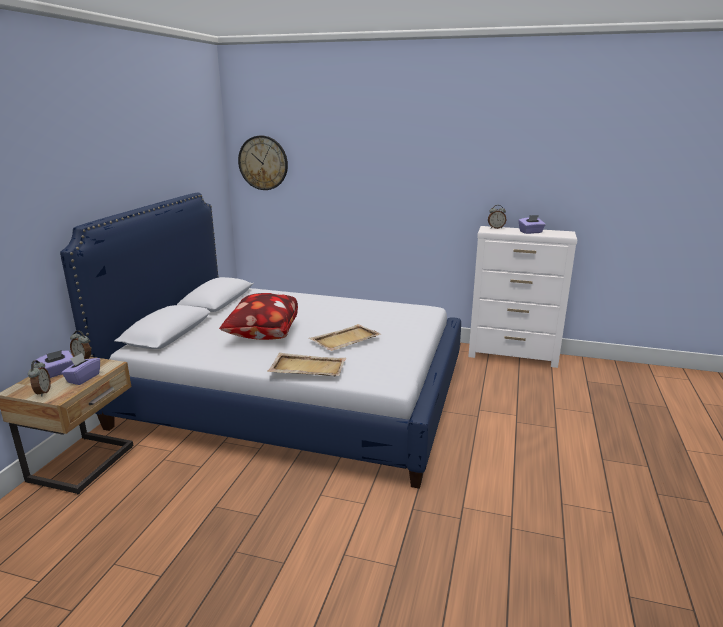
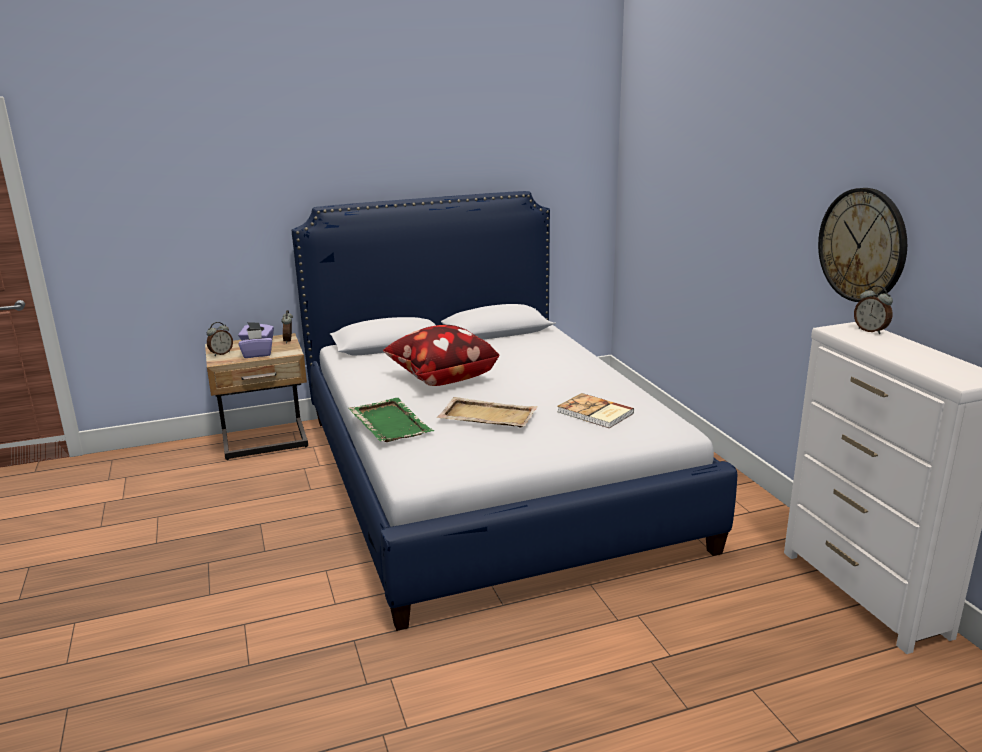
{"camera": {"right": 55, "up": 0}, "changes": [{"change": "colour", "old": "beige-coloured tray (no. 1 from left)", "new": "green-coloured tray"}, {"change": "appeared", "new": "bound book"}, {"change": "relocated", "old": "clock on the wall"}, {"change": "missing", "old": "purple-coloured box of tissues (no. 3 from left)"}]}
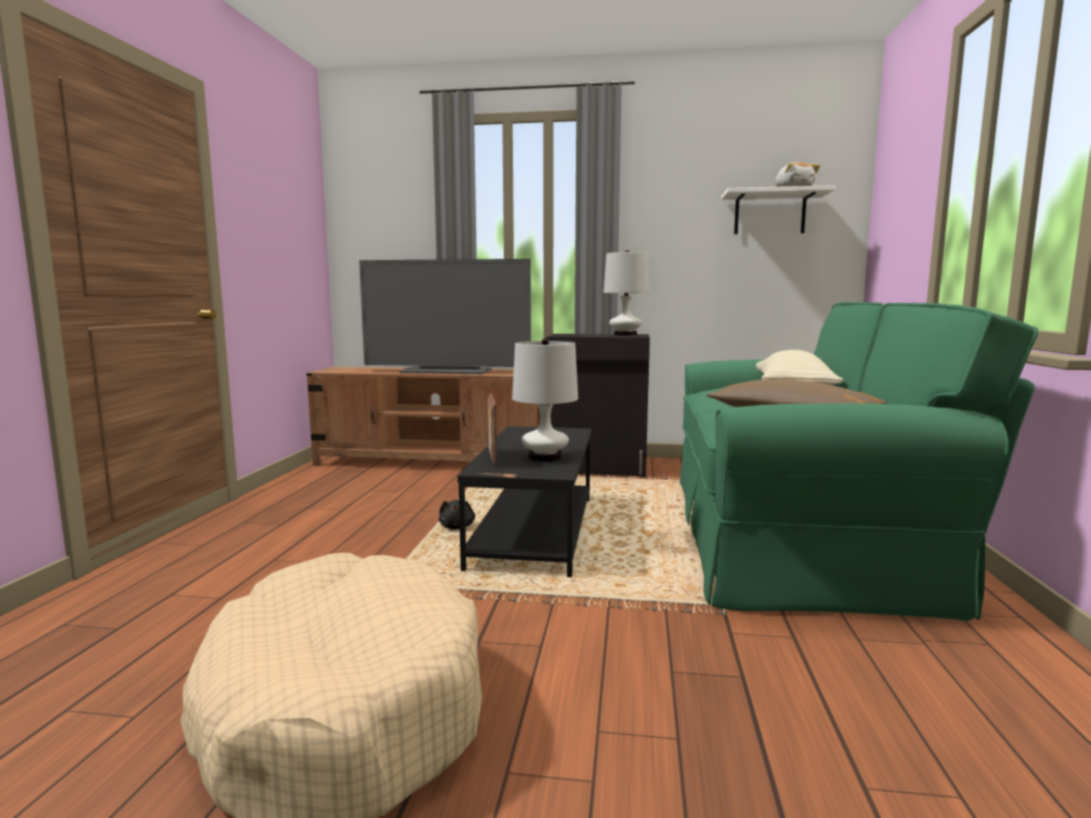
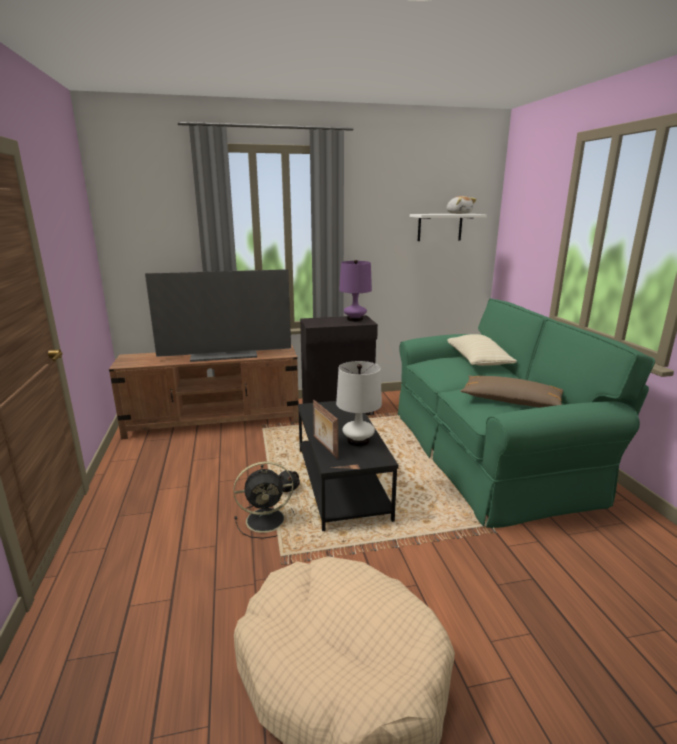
{"camera": {"right": -20, "up": 10}, "changes": [{"change": "appeared", "new": "black-coloured fan"}, {"change": "colour", "old": "white-coloured tabletop lamp (no. 2 from left)", "new": "purple-coloured tabletop lamp"}]}
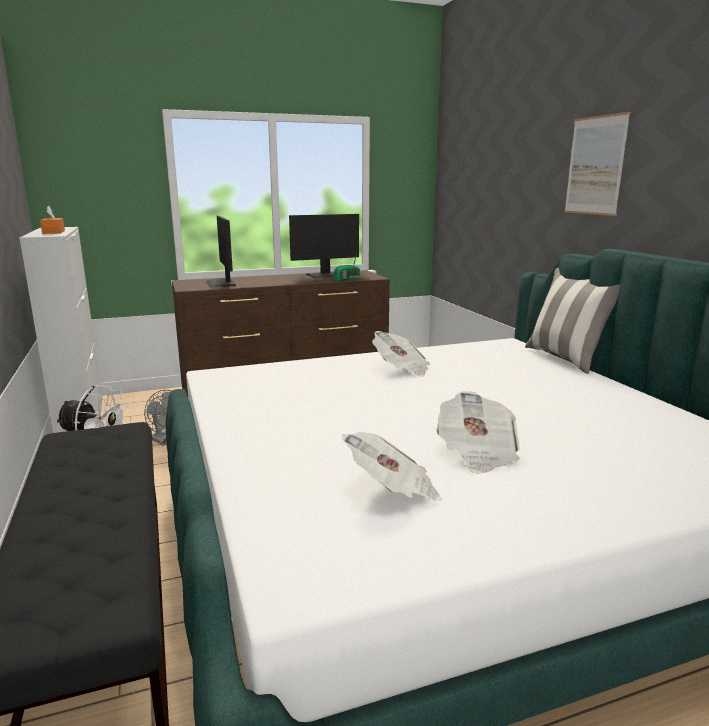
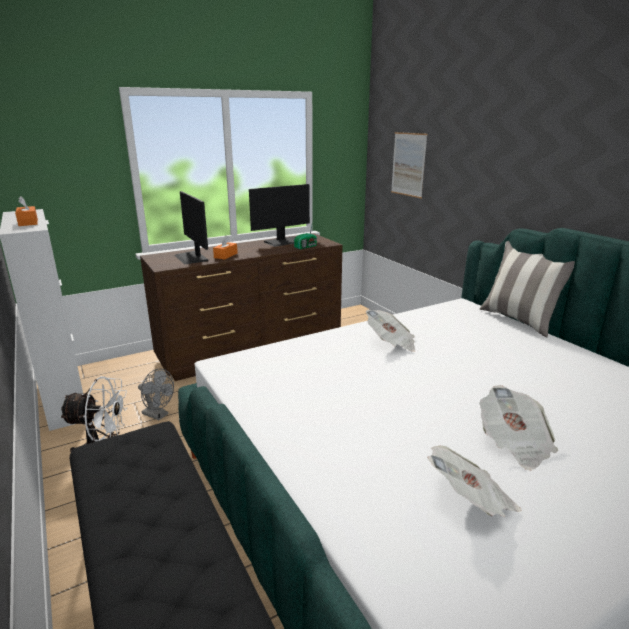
{"camera": {"right": -10, "up": 5}, "changes": [{"change": "appeared", "new": "orangey box of tissues (no. 2 from left)"}, {"change": "relocated", "old": "wall art"}]}
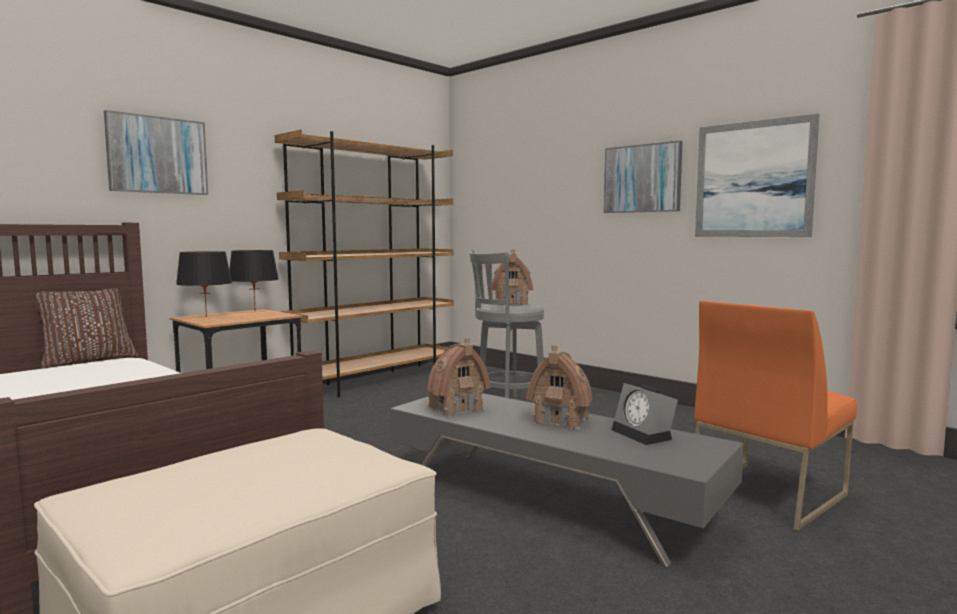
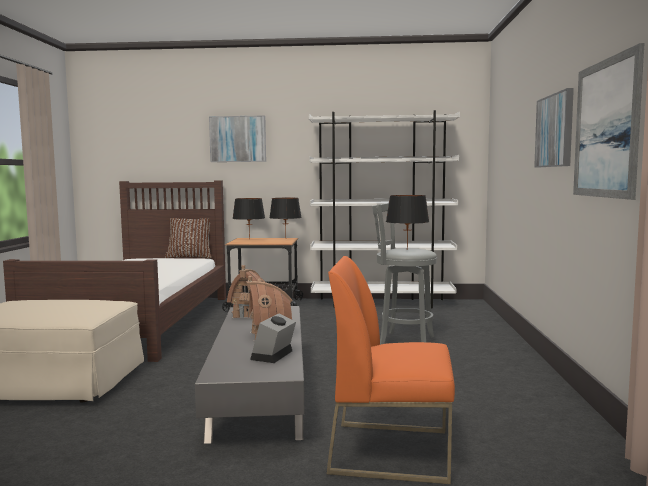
{"camera": {"right": 50, "up": 0}, "changes": [{"change": "colour", "old": "brown bookshelf", "new": "white-coloured bookshelf"}, {"change": "exchanged", "old": "toy house (no. 2 from left)", "new": "black-coloured tabletop lamp (no. 3 from left)"}]}
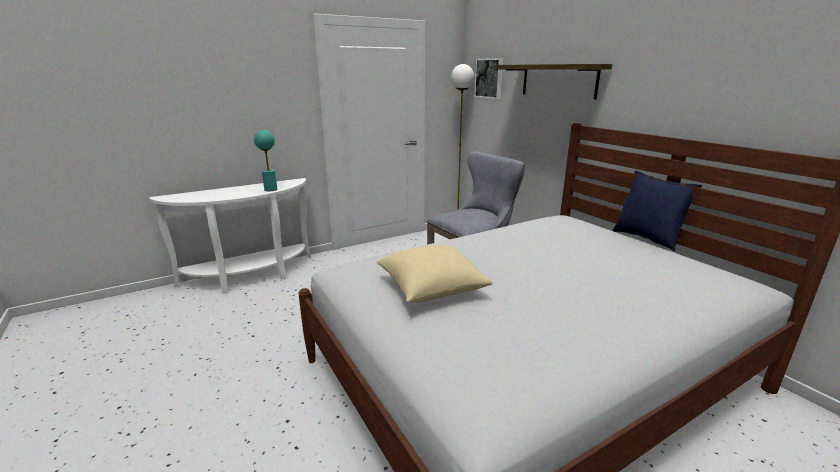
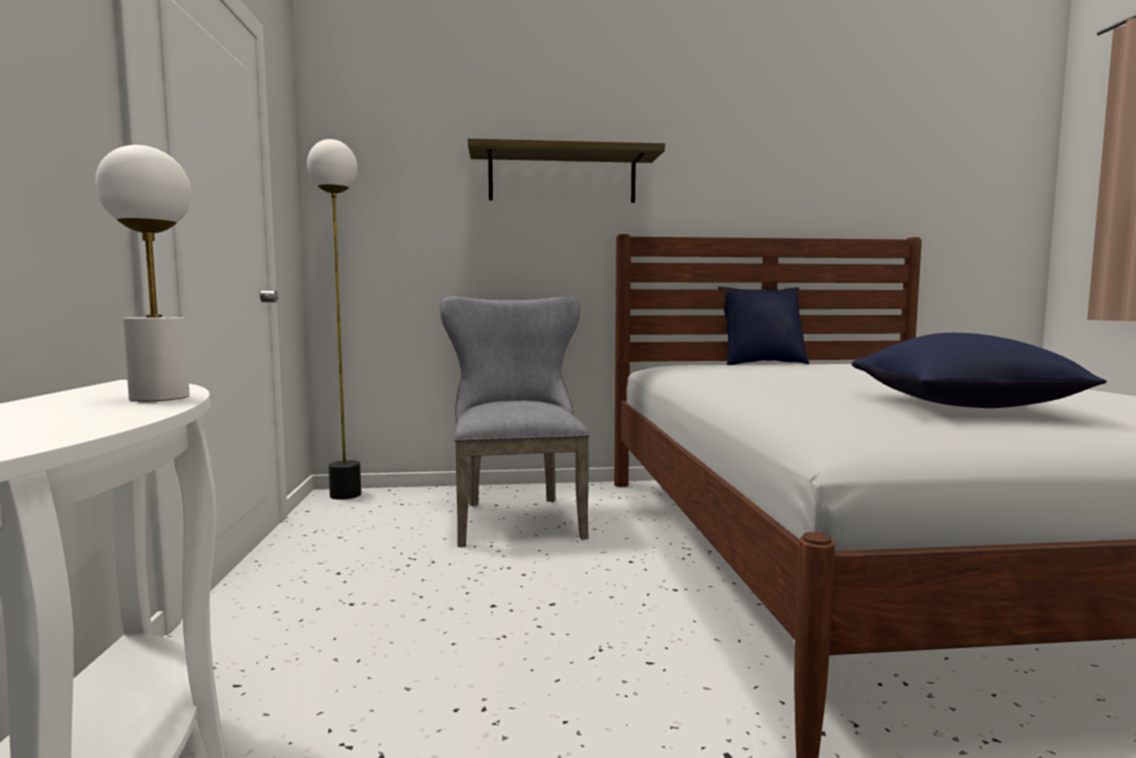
{"camera": {"right": -65, "up": -15}, "changes": [{"change": "colour", "old": "blue-green tabletop lamp", "new": "white-coloured tabletop lamp"}, {"change": "colour", "old": "beige-coloured cushion", "new": "bluish cushion (no. 2 from left)"}, {"change": "missing", "old": "wall art"}]}
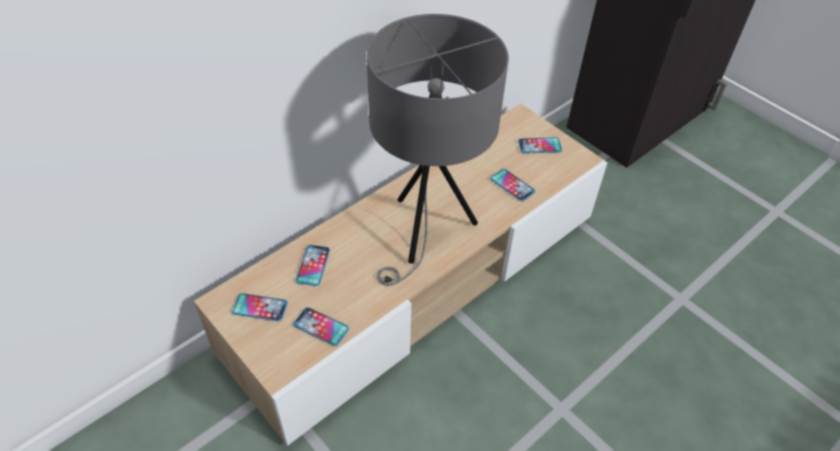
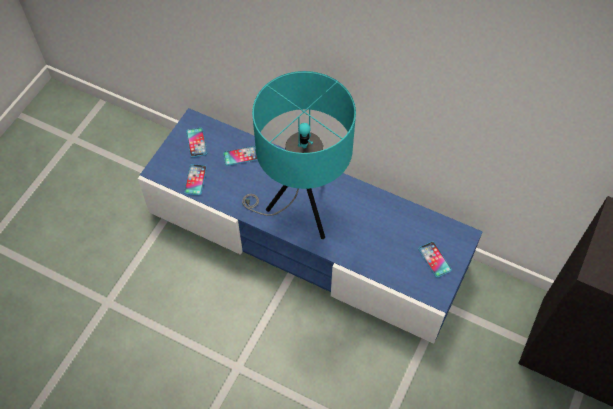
{"camera": {"right": 70, "up": 10}, "changes": [{"change": "colour", "old": "beige-coloured tv unit", "new": "bluish tv unit"}, {"change": "colour", "old": "grey tabletop lamp", "new": "blue-green tabletop lamp"}, {"change": "missing", "old": "handset (no. 4 from left)"}]}
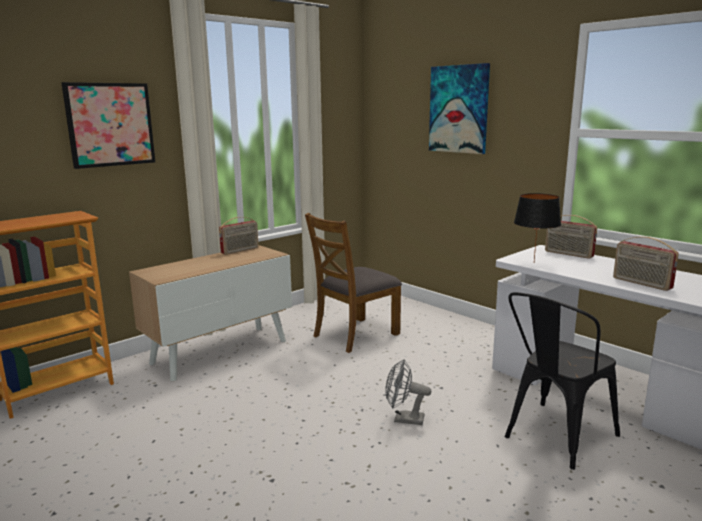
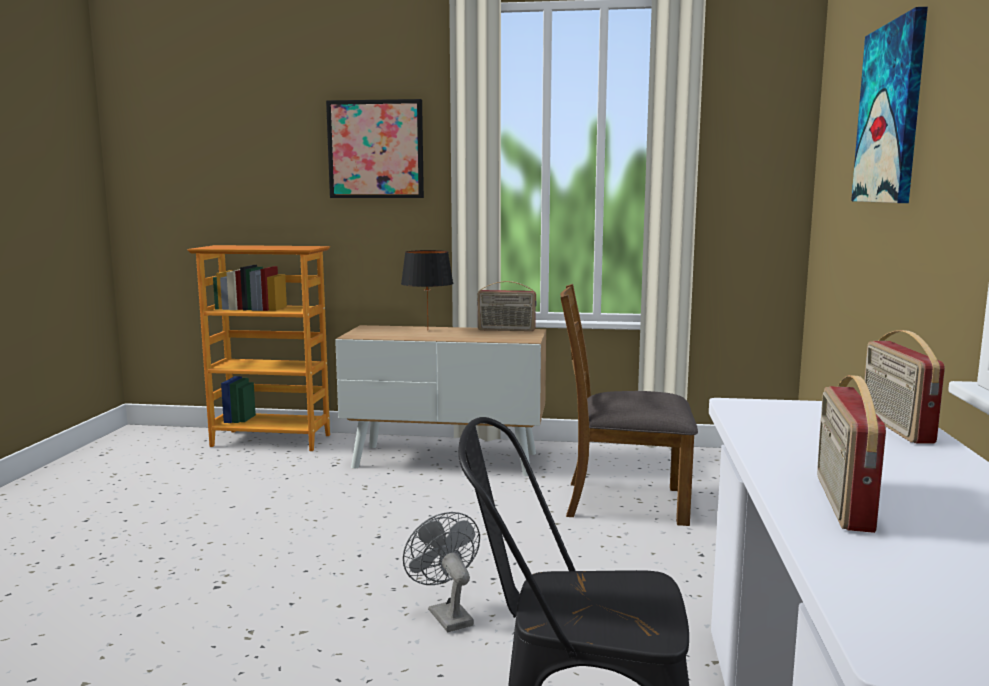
{"camera": {"right": 50, "up": -5}, "changes": [{"change": "relocated", "old": "black-coloured tabletop lamp"}]}
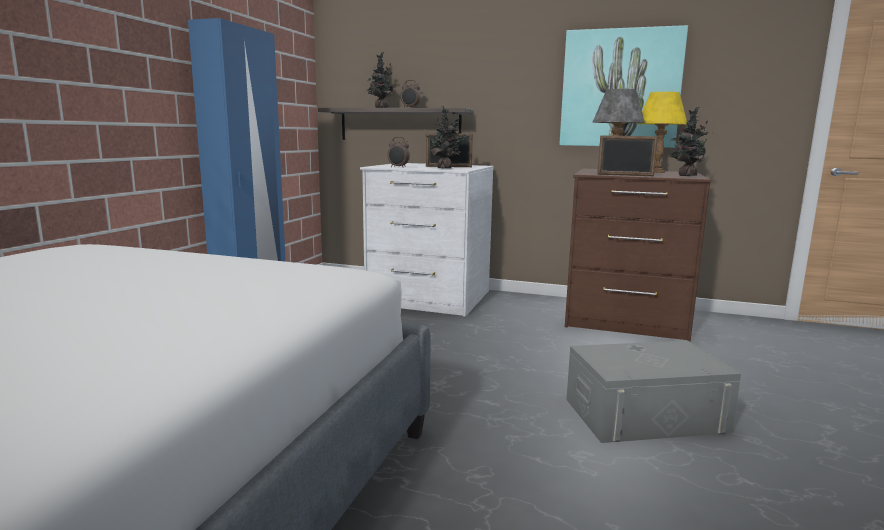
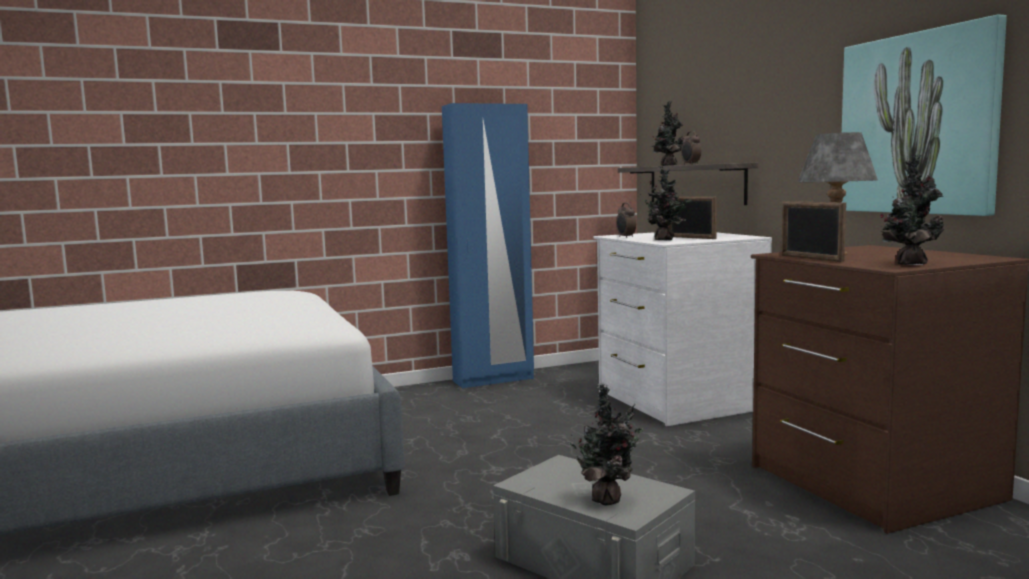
{"camera": {"right": 50, "up": -5}, "changes": [{"change": "appeared", "new": "houseplant (no. 1 from left)"}, {"change": "missing", "old": "yellowish tabletop lamp"}]}
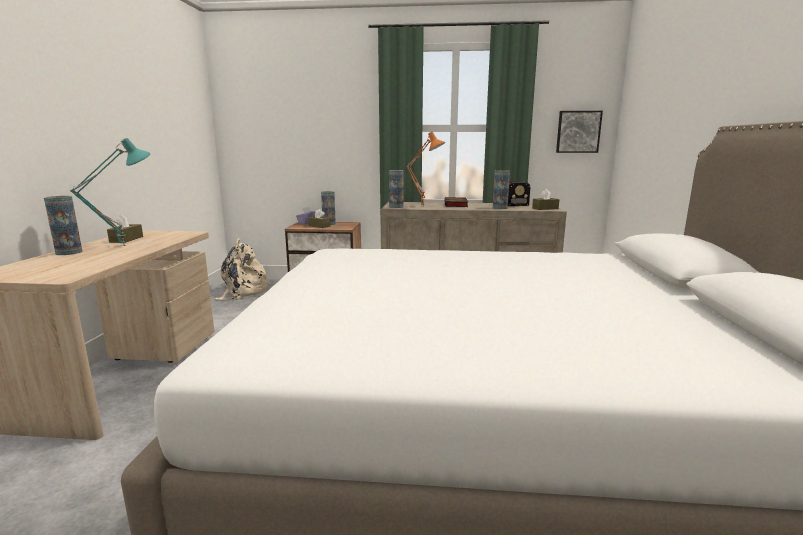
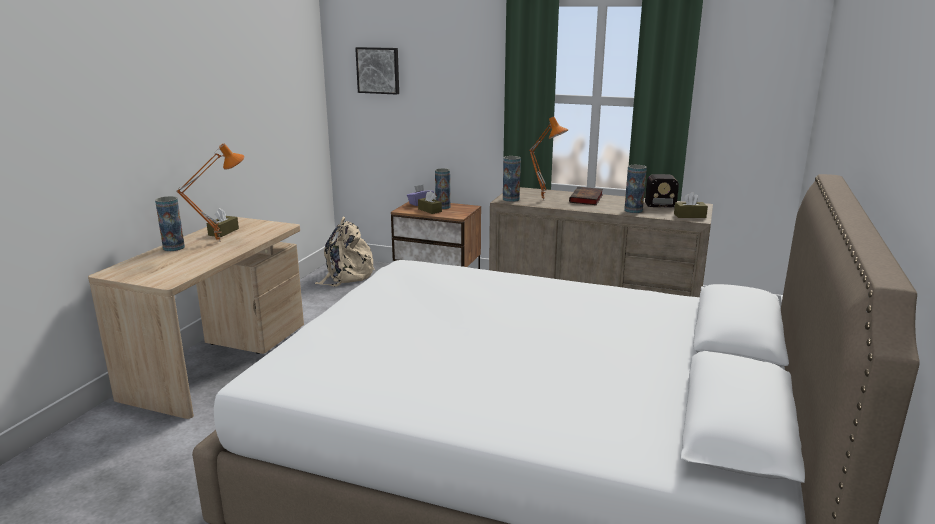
{"camera": {"right": 15, "up": 5}, "changes": [{"change": "colour", "old": "blue-green tabletop lamp", "new": "orangey tabletop lamp (no. 1 from left)"}, {"change": "relocated", "old": "wall art"}]}
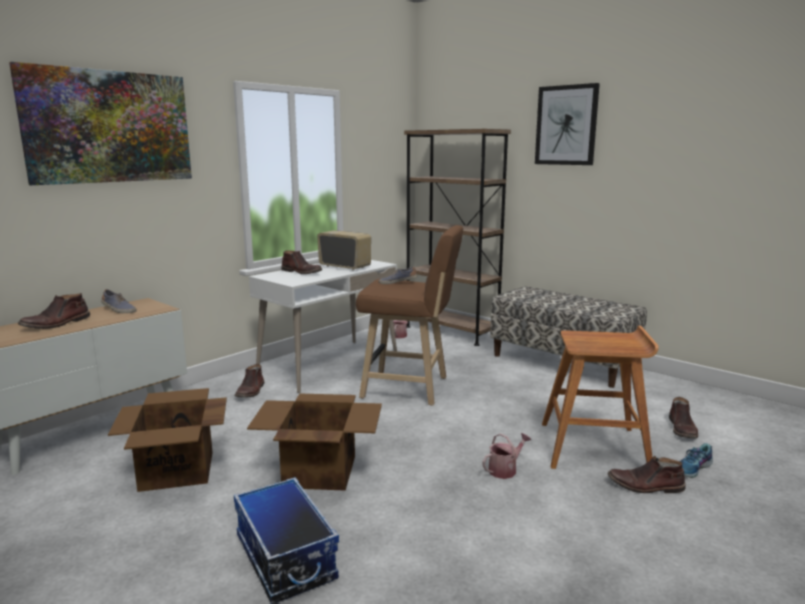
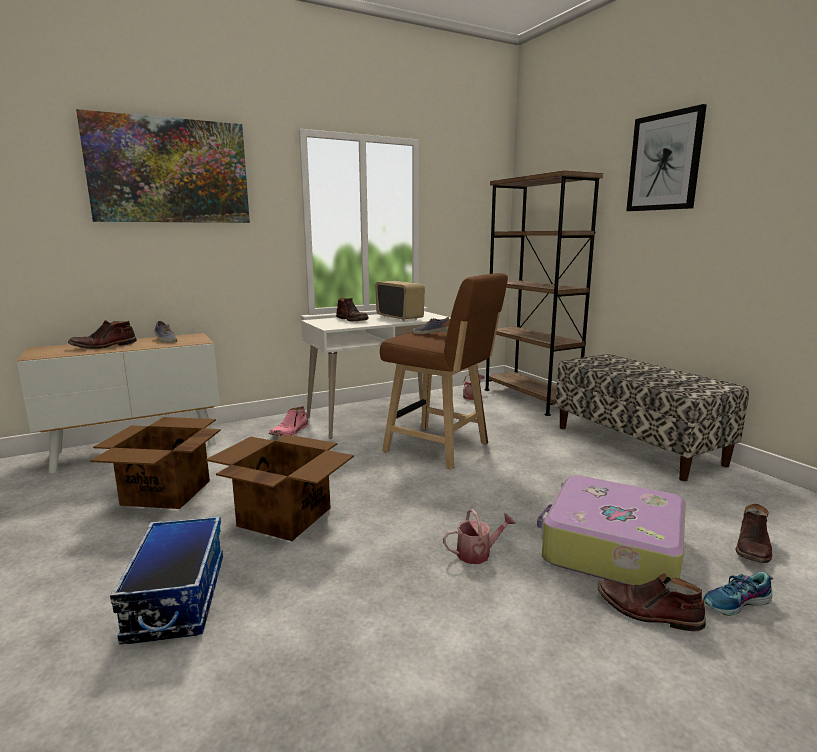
{"camera": {"right": 20, "up": 0}, "changes": [{"change": "colour", "old": "brown tall boot (no. 2 from left)", "new": "pink tall boot"}, {"change": "exchanged", "old": "brown stool (no. 2 from left)", "new": "piece of luggage"}]}
